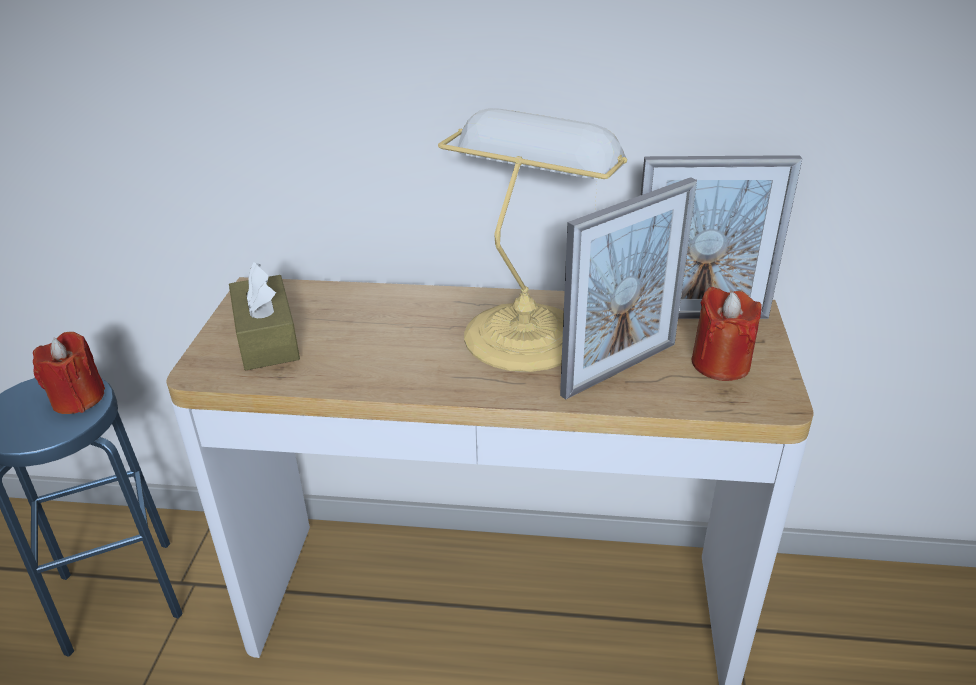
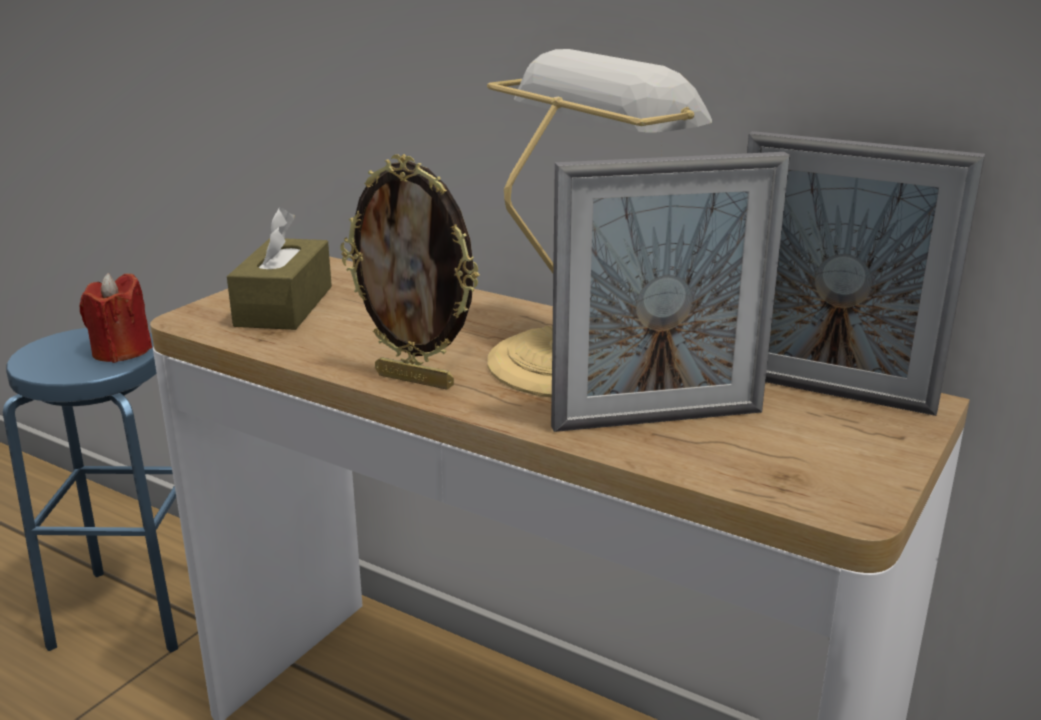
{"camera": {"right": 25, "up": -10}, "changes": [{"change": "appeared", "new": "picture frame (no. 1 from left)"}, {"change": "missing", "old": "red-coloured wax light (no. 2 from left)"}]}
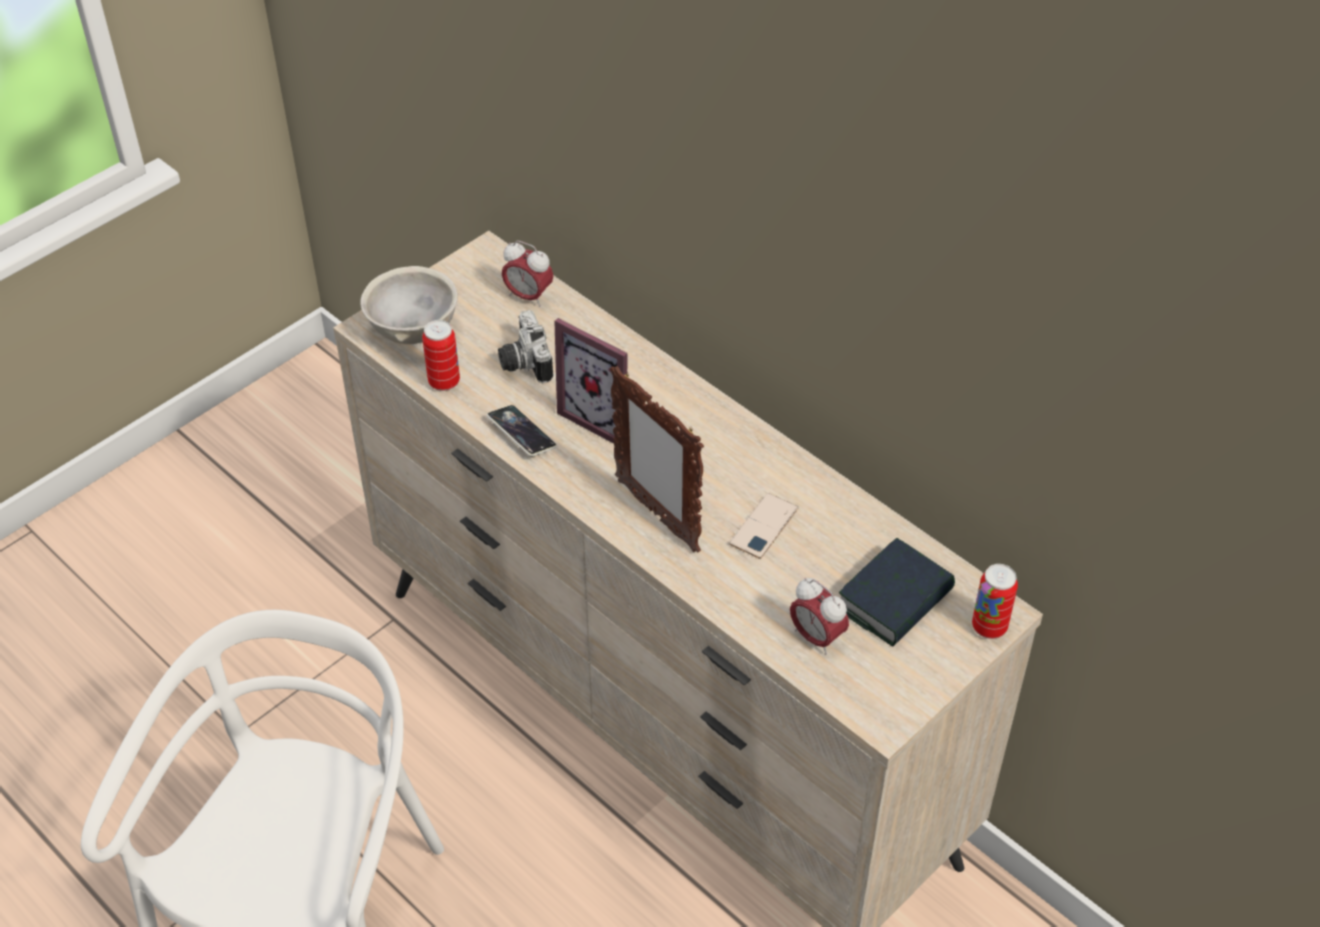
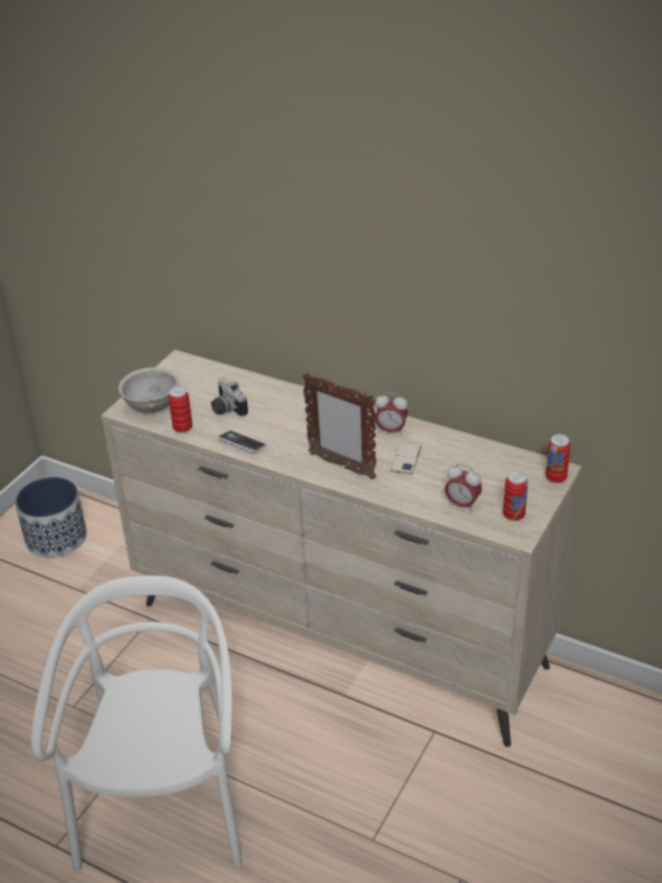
{"camera": {"right": -15, "up": -10}, "changes": [{"change": "appeared", "new": "planter"}, {"change": "relocated", "old": "bedside clock (no. 1 from left)"}, {"change": "appeared", "new": "can (no. 2 from left)"}, {"change": "missing", "old": "picture frame (no. 1 from left)"}, {"change": "missing", "old": "bound book"}]}
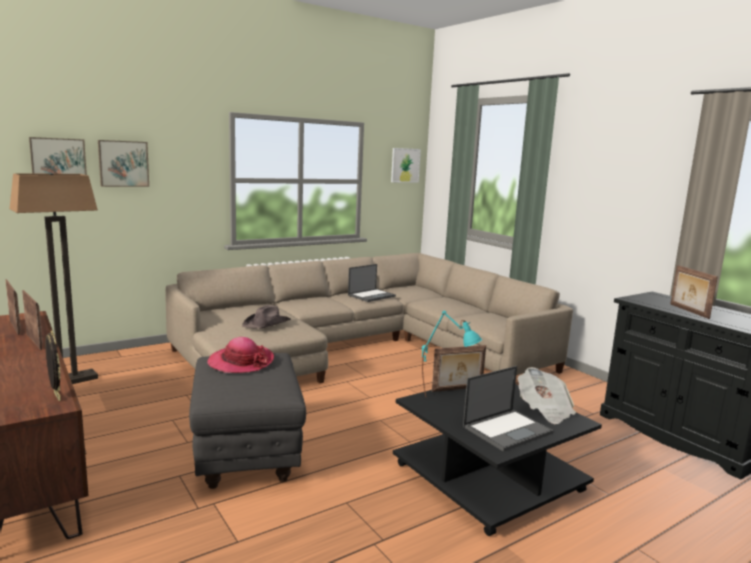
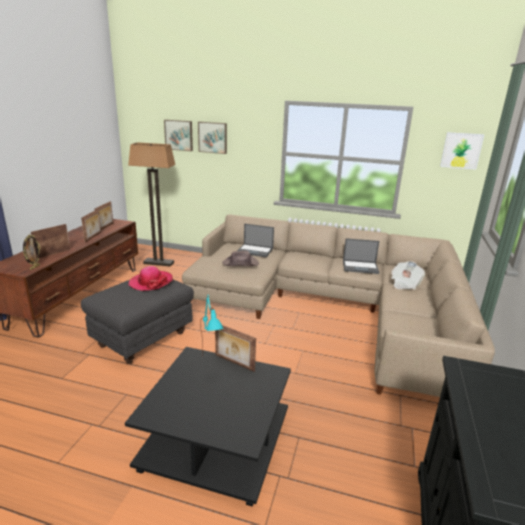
{"camera": {"right": 50, "up": 10}, "changes": [{"change": "relocated", "old": "picture frame (no. 5 from left in the first image)", "new": "picture frame (no. 2 from left)"}, {"change": "relocated", "old": "portable computer (no. 2 from left in the first image)", "new": "portable computer (no. 1 from left)"}, {"change": "relocated", "old": "printed paper"}]}
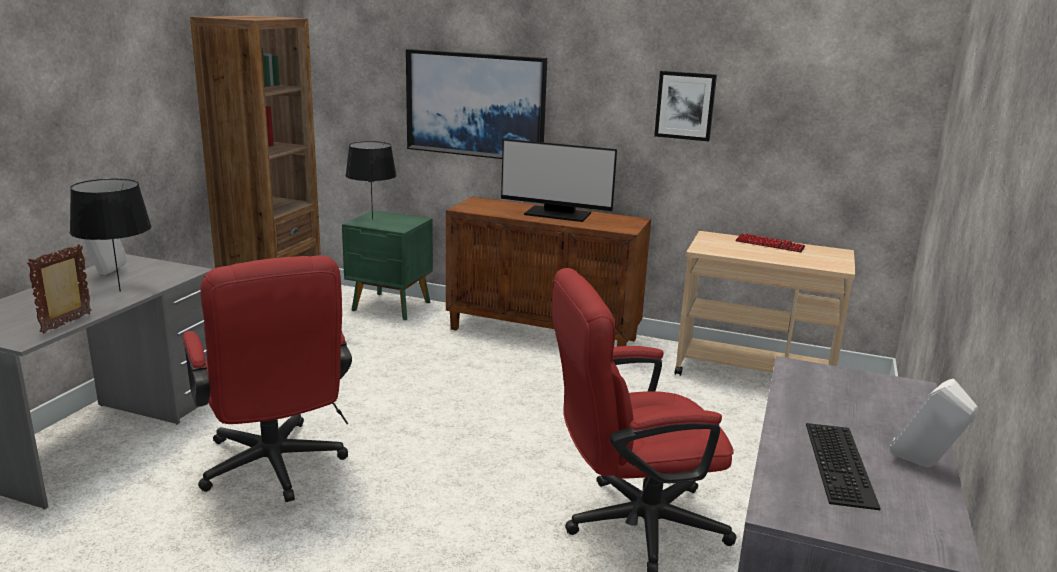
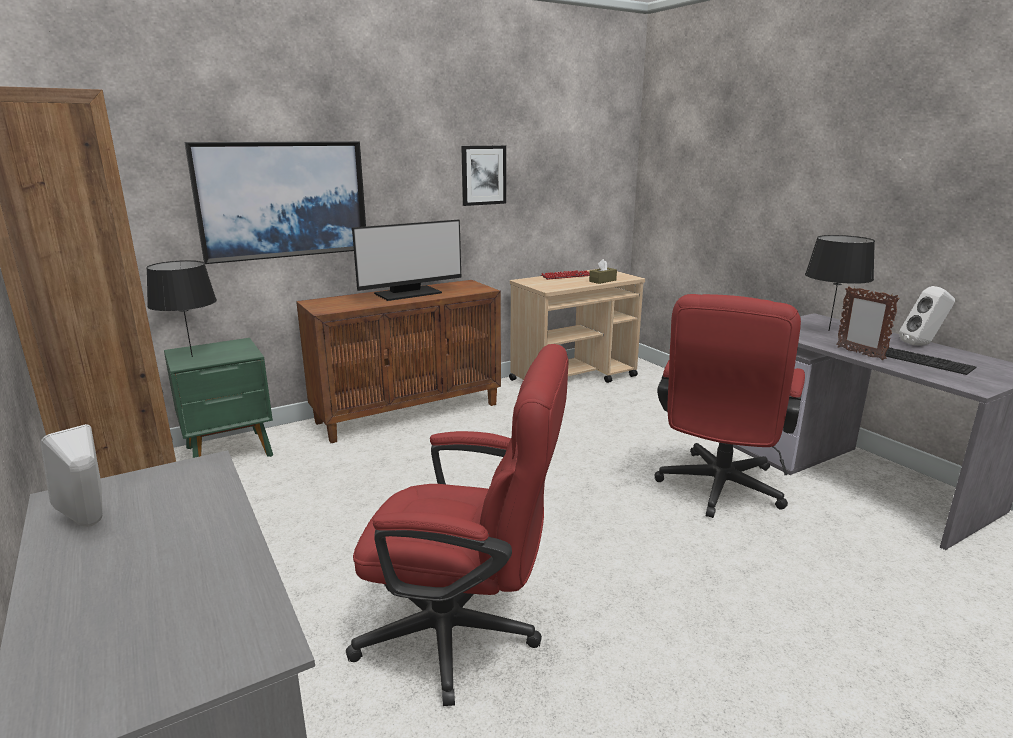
{"camera": {"right": -50, "up": 0}, "changes": [{"change": "appeared", "new": "brown box of tissues"}, {"change": "relocated", "old": "black-coloured tabletop lamp (no. 1 from left in the first image)", "new": "black-coloured tabletop lamp (no. 2 from left)"}, {"change": "relocated", "old": "picture frame"}]}
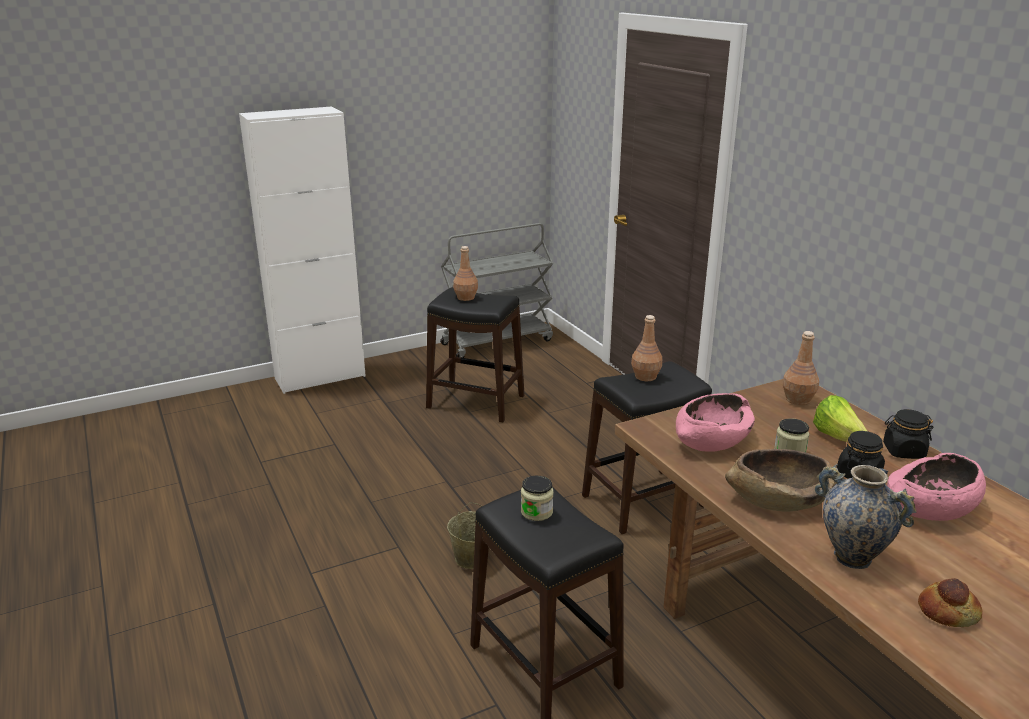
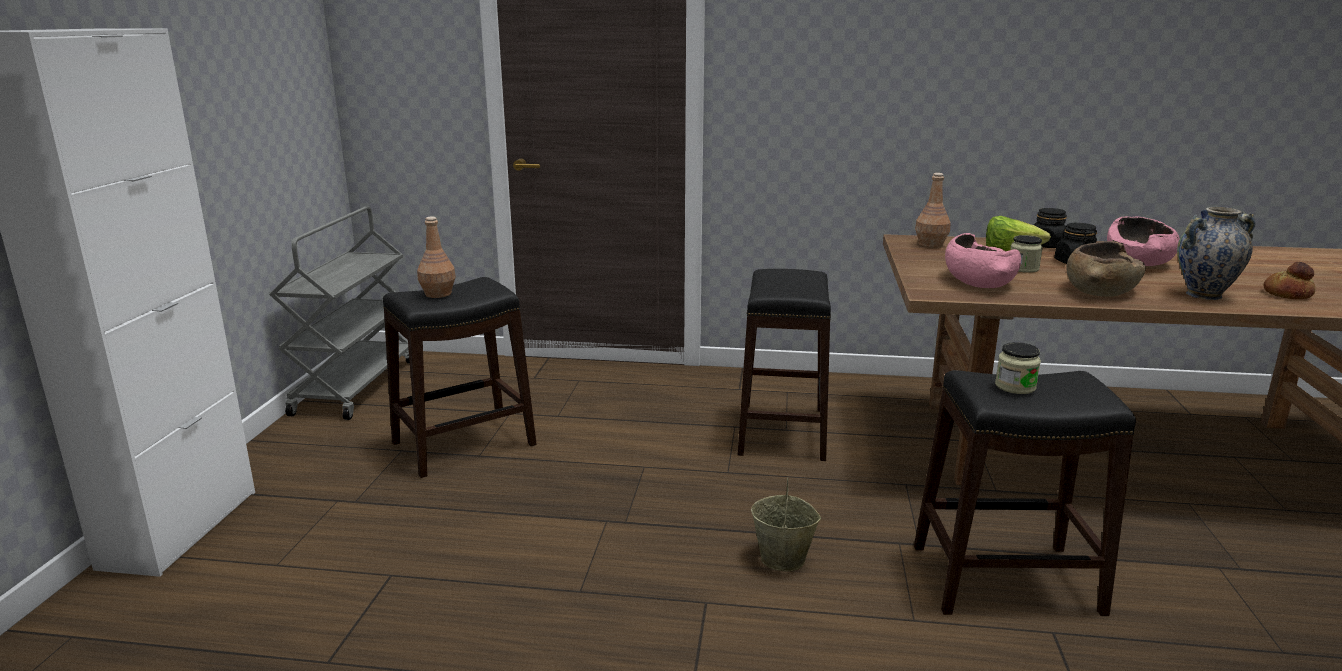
{"camera": {"right": -55, "up": -5}, "changes": [{"change": "missing", "old": "brown beverage bottle (no. 2 from left)"}]}
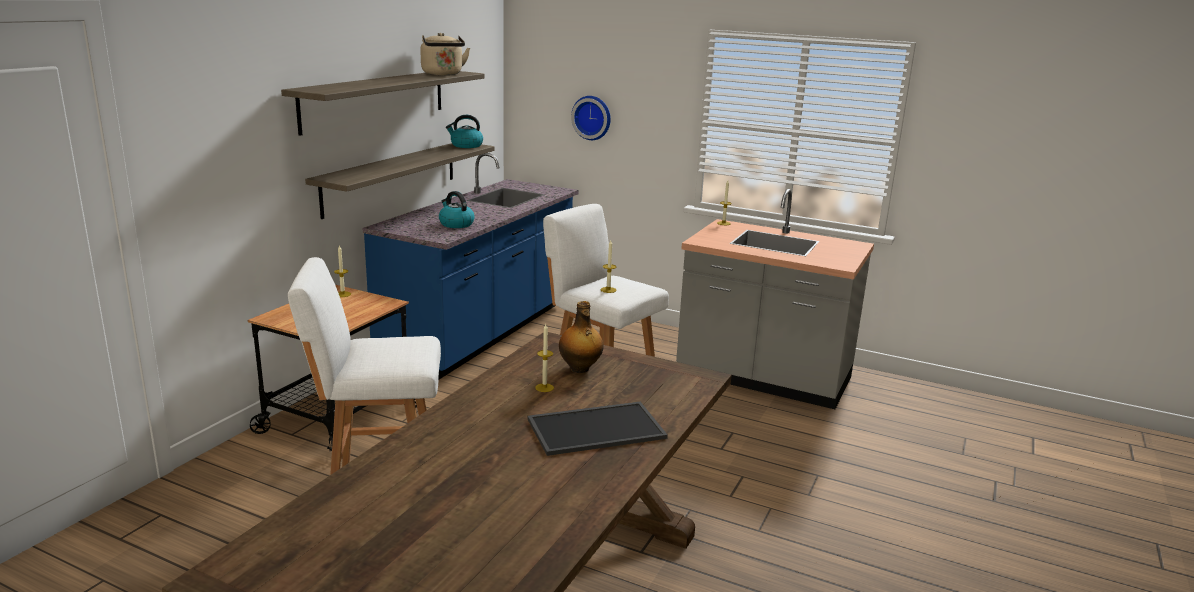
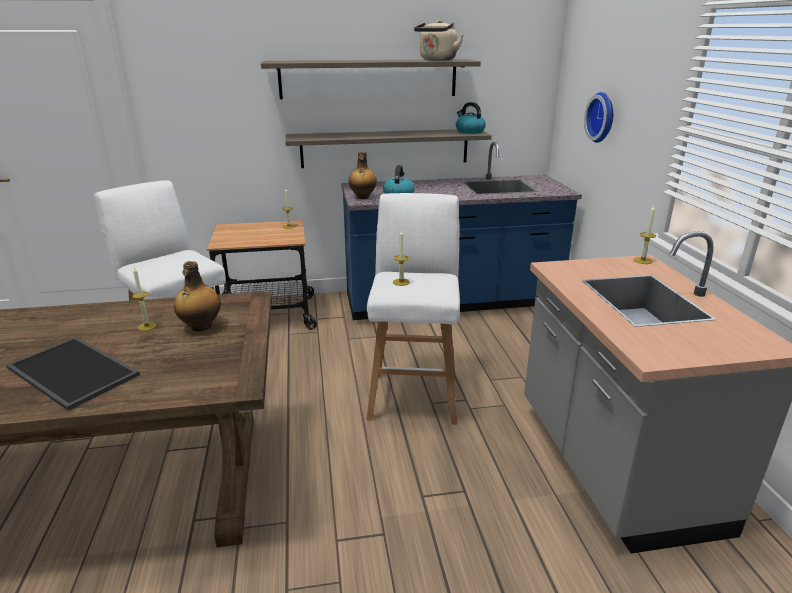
{"camera": {"right": 55, "up": 5}, "changes": [{"change": "appeared", "new": "beverage bottle (no. 2 from left)"}]}
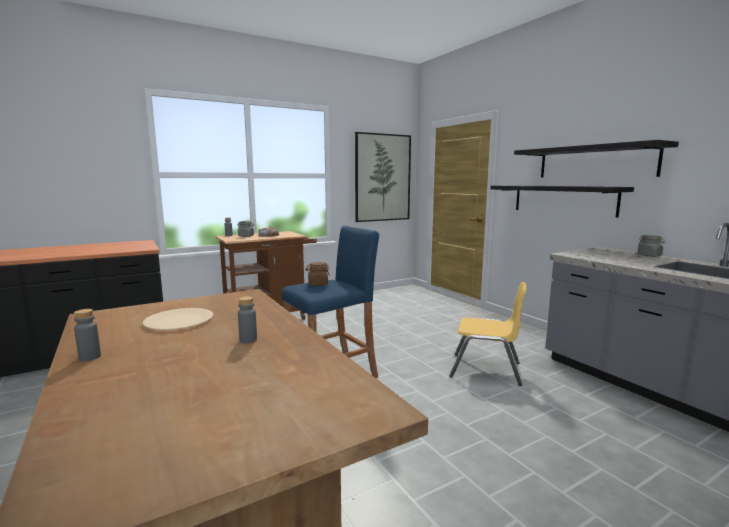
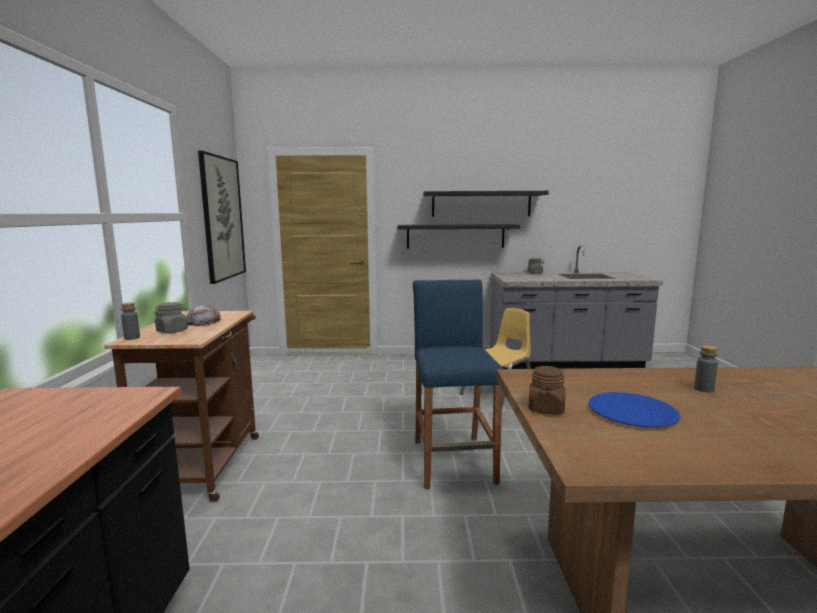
{"camera": {"right": -60, "up": 0}, "changes": [{"change": "relocated", "old": "brown storage jar"}, {"change": "colour", "old": "beige-coloured plate", "new": "bluish plate"}, {"change": "missing", "old": "grey beverage bottle (no. 1 from left)"}]}
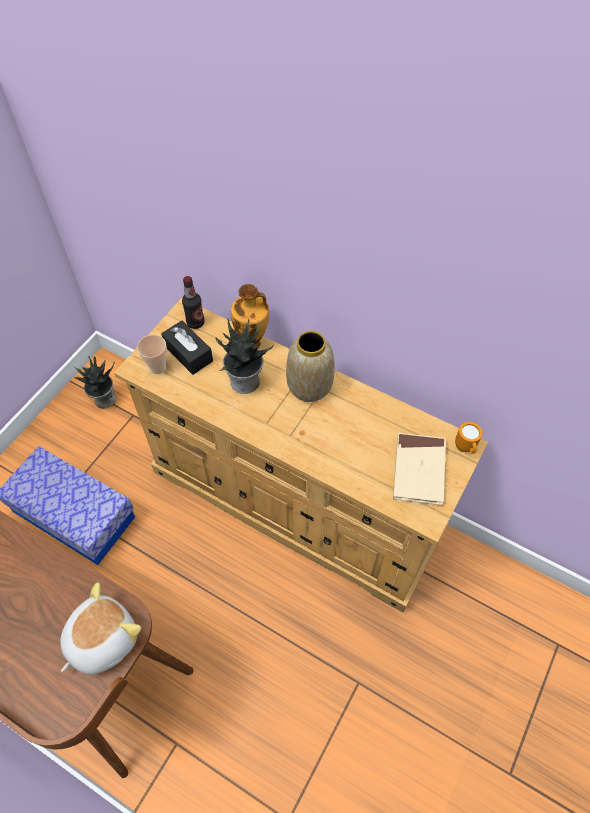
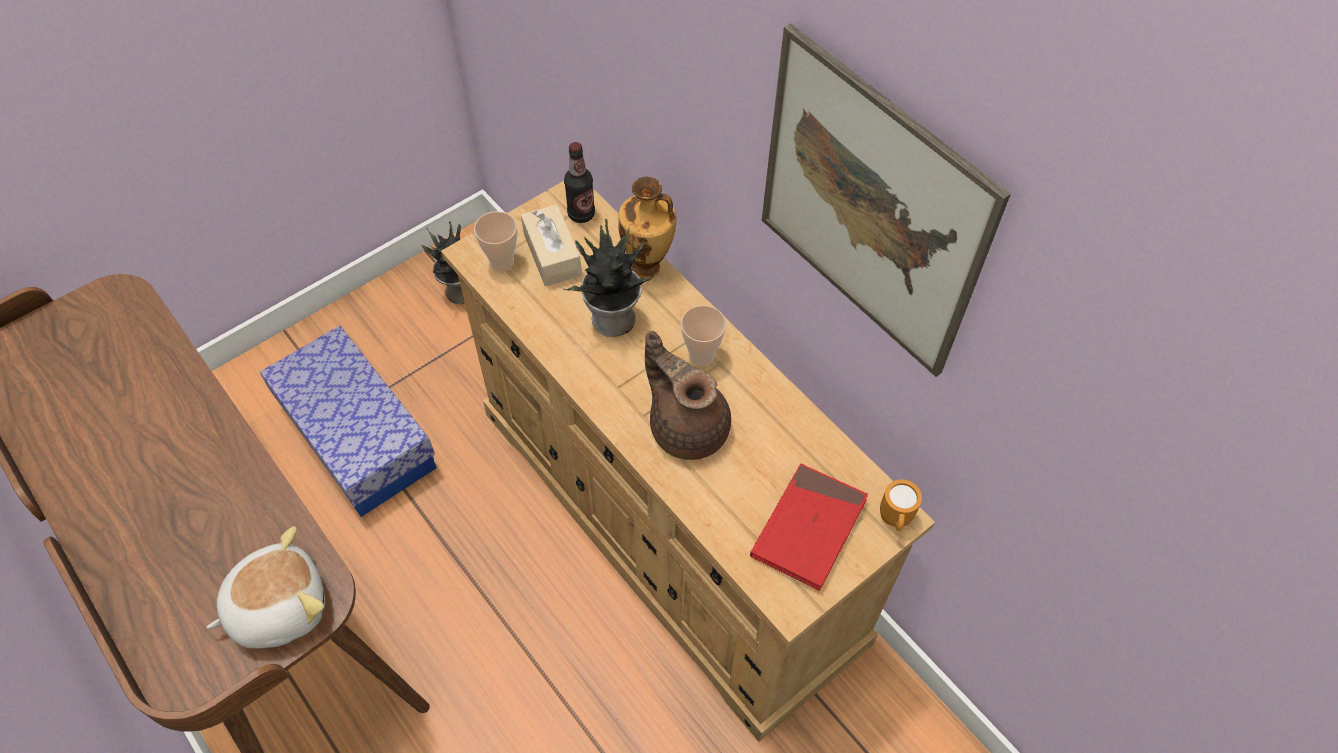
{"camera": {"right": 20, "up": 0}, "changes": [{"change": "colour", "old": "black-coloured box of tissues", "new": "beige-coloured box of tissues"}, {"change": "appeared", "new": "brown tea pot"}, {"change": "exchanged", "old": "decorative vase (no. 2 from left)", "new": "small cup (no. 2 from left)"}, {"change": "colour", "old": "beige-coloured bound book", "new": "red-coloured bound book"}, {"change": "appeared", "new": "wall art"}]}
